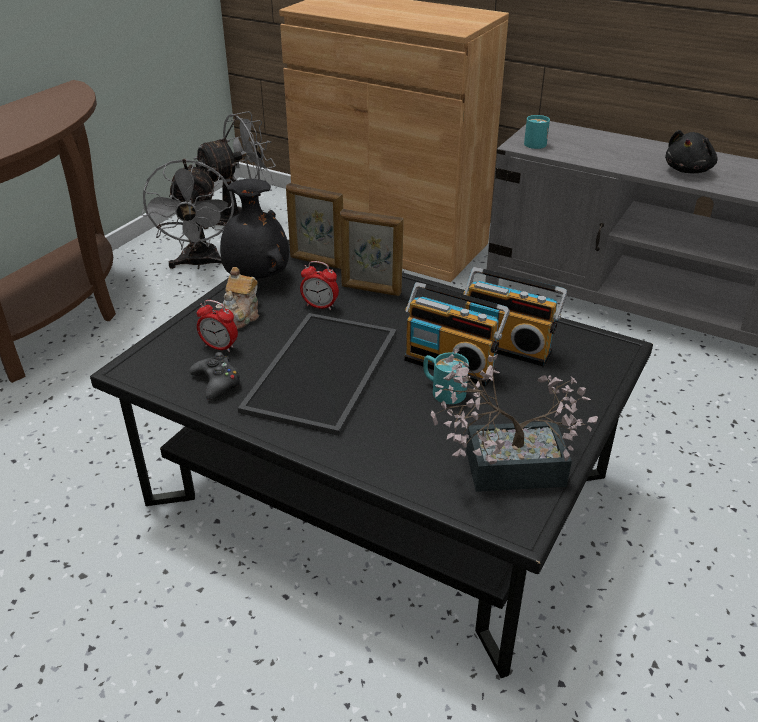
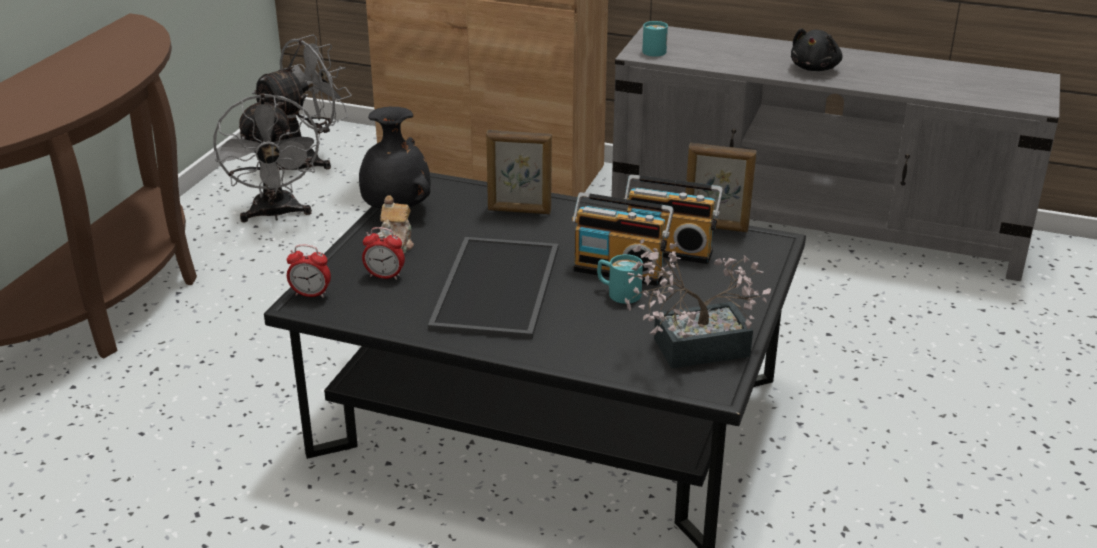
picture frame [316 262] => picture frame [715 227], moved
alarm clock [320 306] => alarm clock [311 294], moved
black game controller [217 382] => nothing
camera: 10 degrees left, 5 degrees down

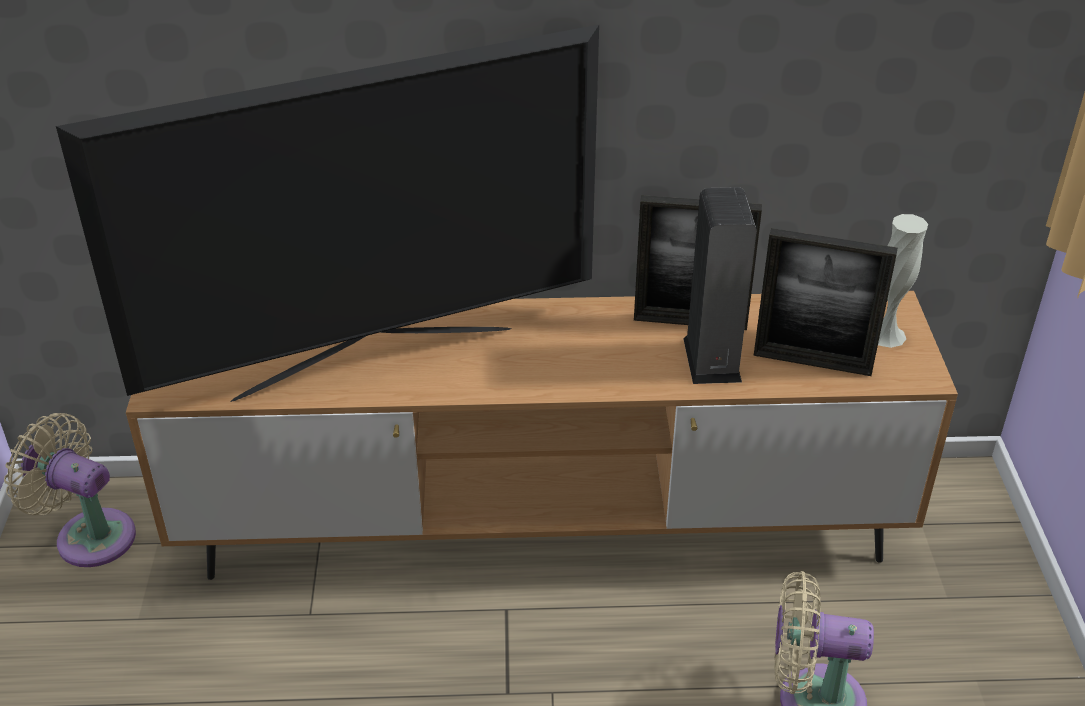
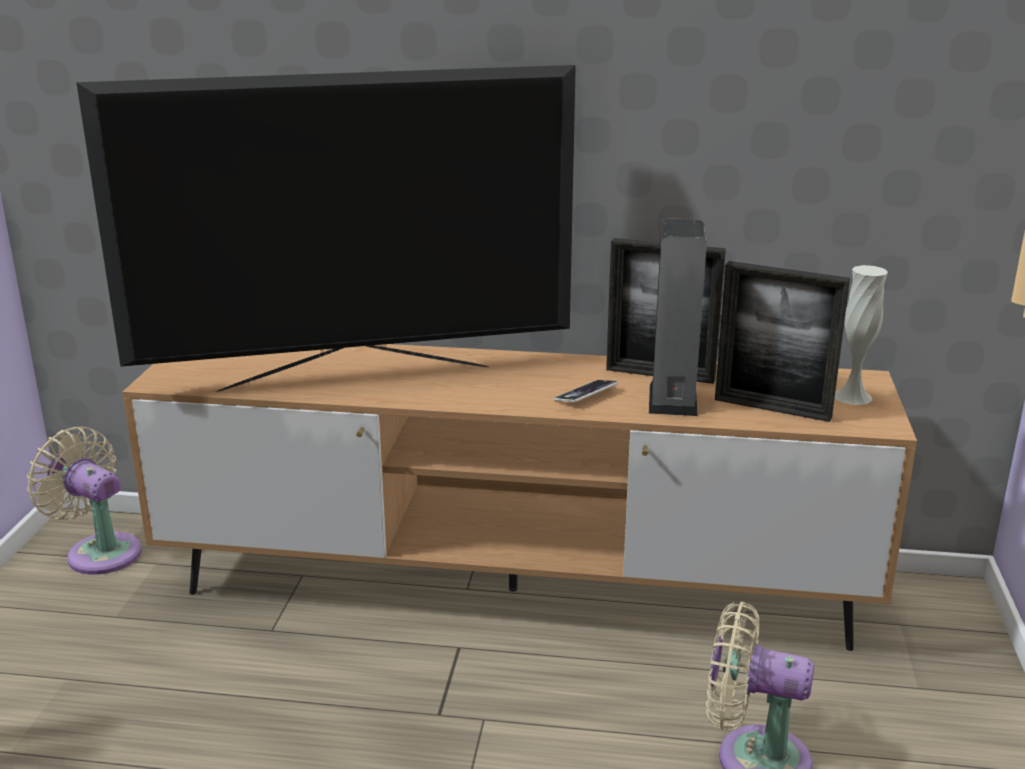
nothing => phone [586 395]
camera: 10 degrees right, 15 degrees down

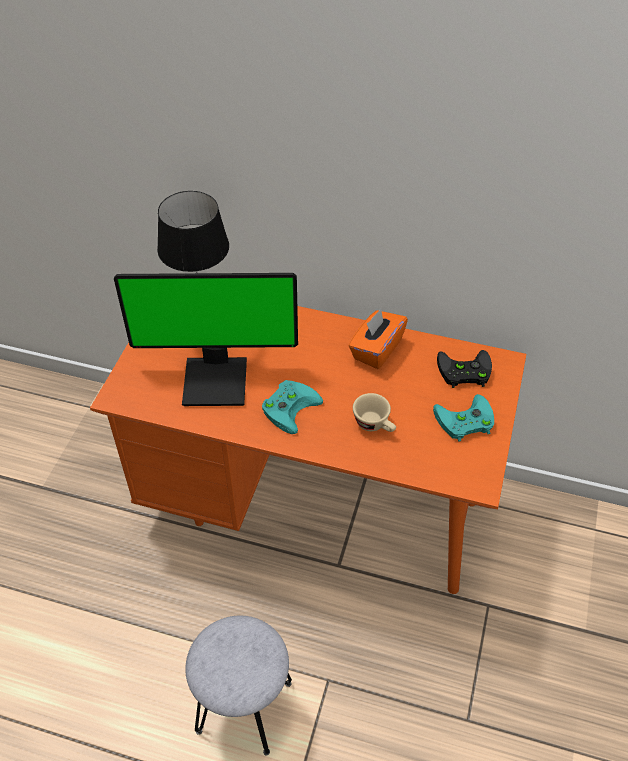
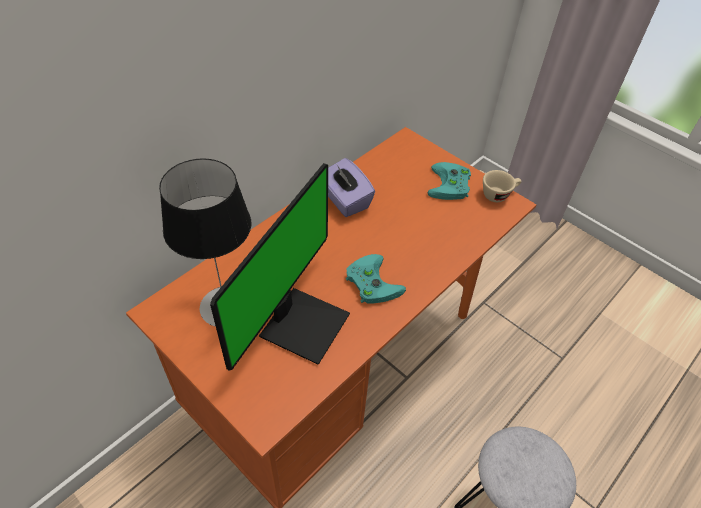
orange tissue box [376 350] => purple tissue box [345 200]
black game controller [463 372] => nothing
beige cup [375 425] => beige cup [498 194], moved
camera: 65 degrees left, 0 degrees up

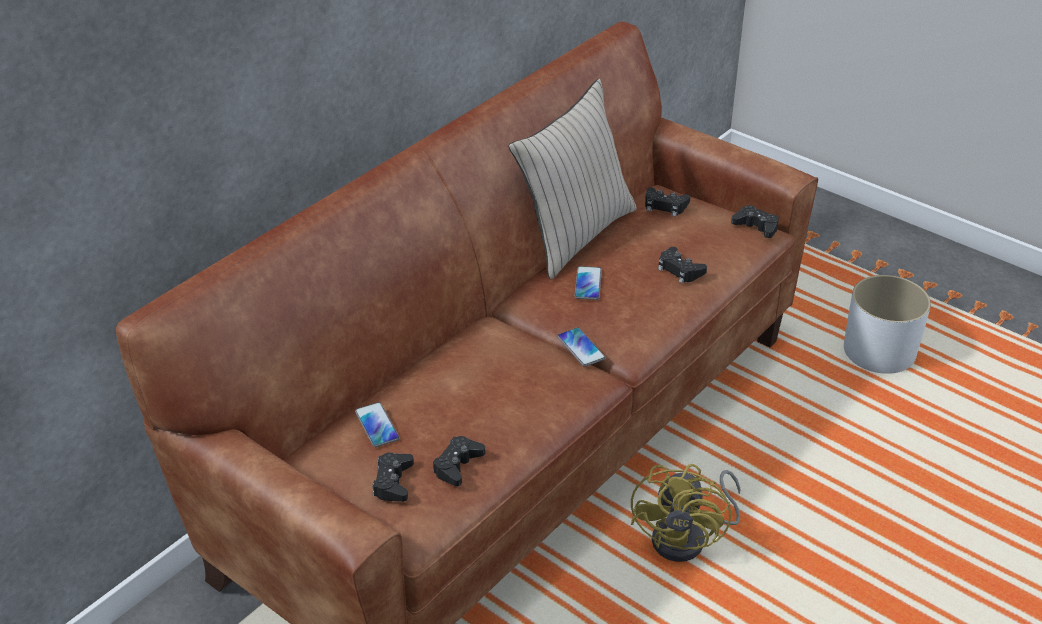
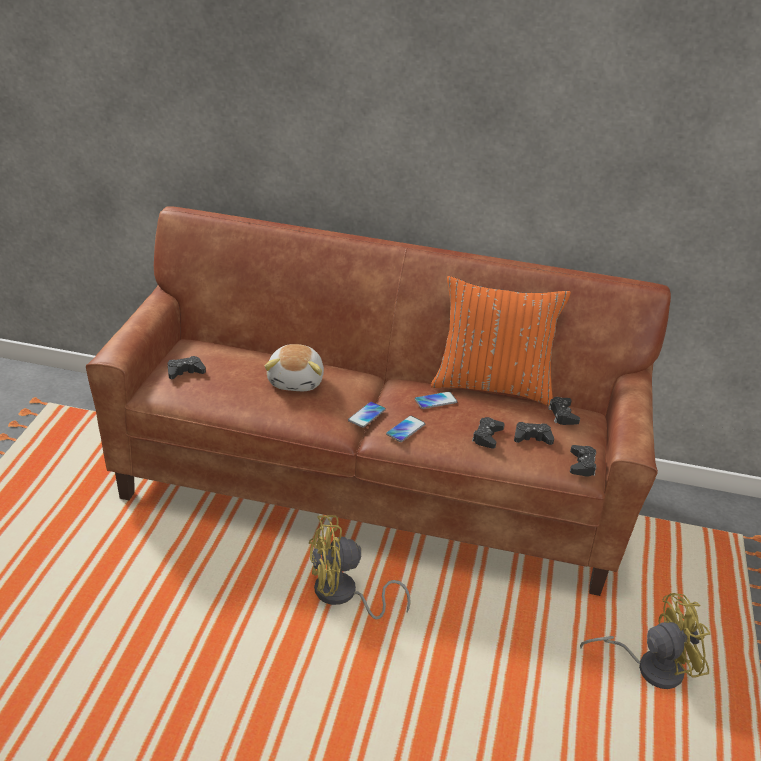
beige pillow [574 235] => orange pillow [492 386]
white planter [879 351] => yellow fan [650 667]
phone [377 425] => phone [405 429], moved
black game controller [457 465] => black game controller [532 438], moved
nothing => plush toy [296 381]
camera: 60 degrees right, 5 degrees down

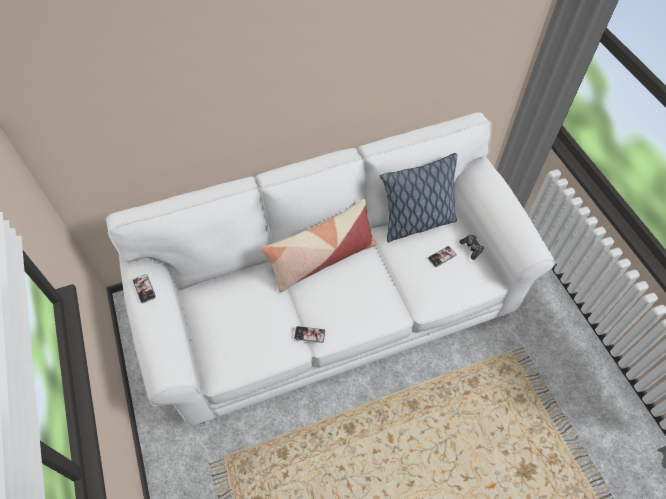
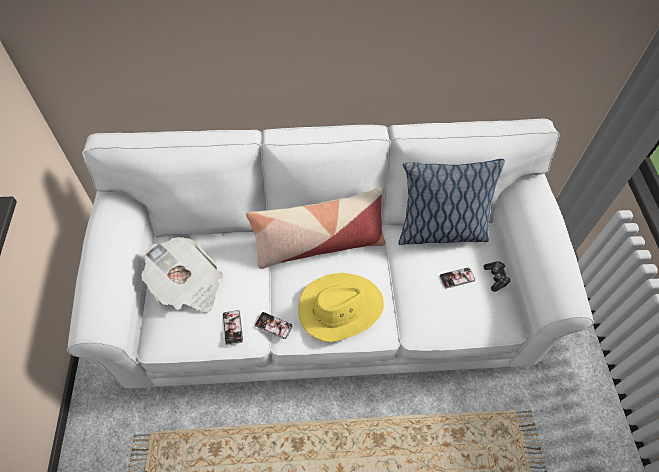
phone [144 289] => phone [232 327], moved
nothing => newspaper [188 286]
nothing => yellow hat [340 308]
camera: 15 degrees right, 0 degrees up

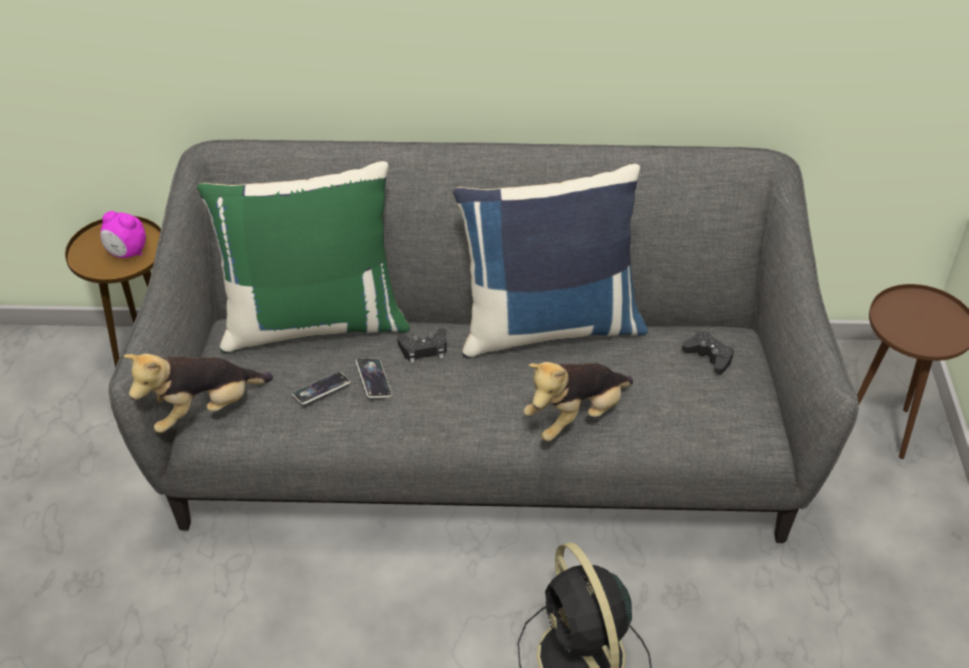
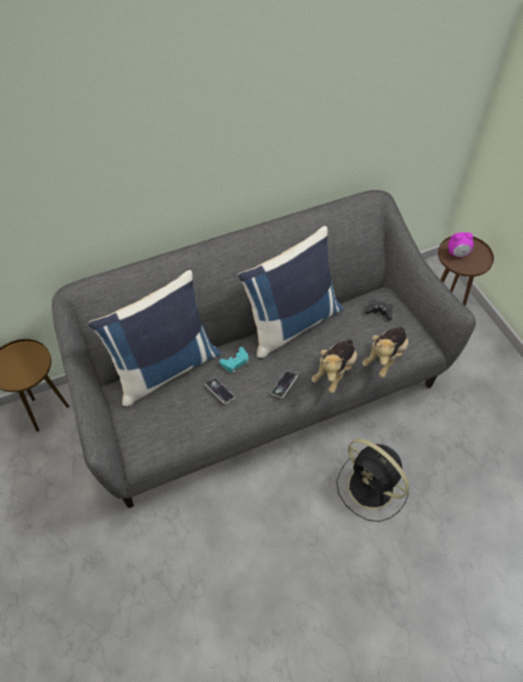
green pillow [314 321] => blue pillow [164 368]
alarm clock [127 253] => alarm clock [457 254], moved
black game controller [424 349] => turquoise game controller [235 362]
plush toy [204 410] => plush toy [385 357], moved
phone [321 390] => phone [284 385], moved
camera: 25 degrees left, 10 degrees up

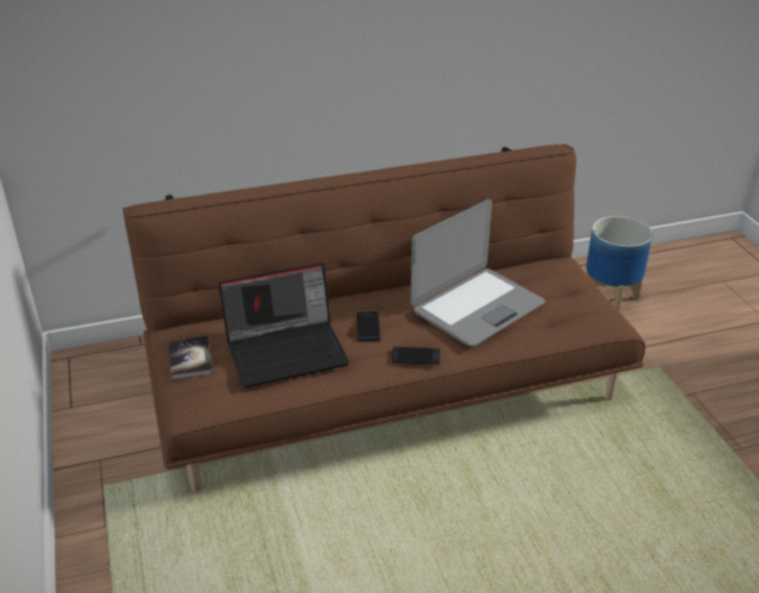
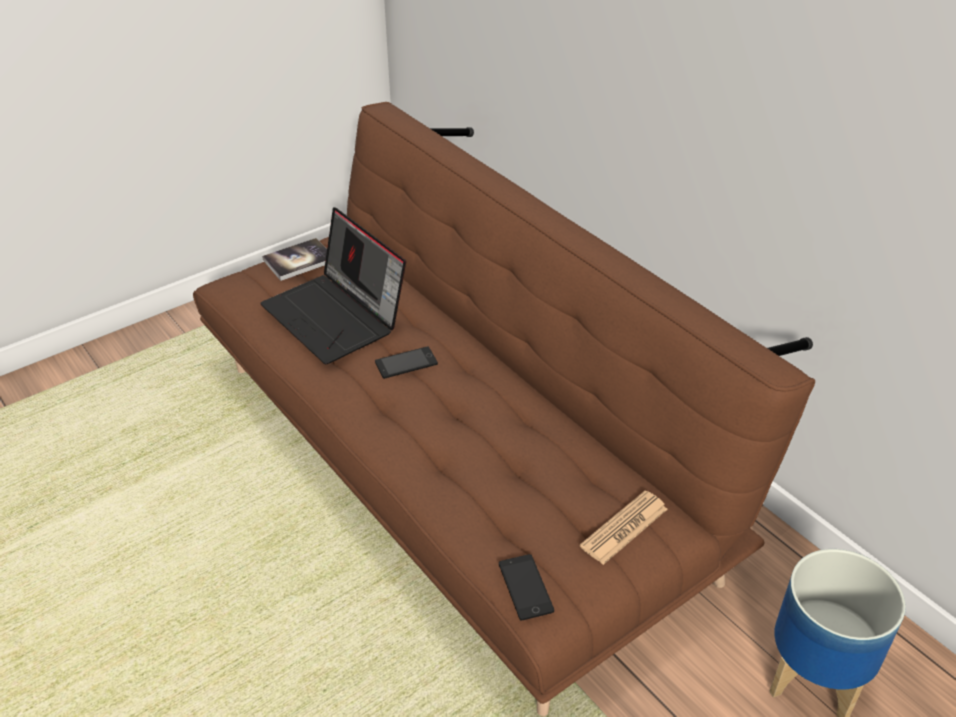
laptop [476 307] => nothing
phone [416 356] => phone [525 587], moved
nothing => newspaper [624 528]
camera: 70 degrees right, 5 degrees up

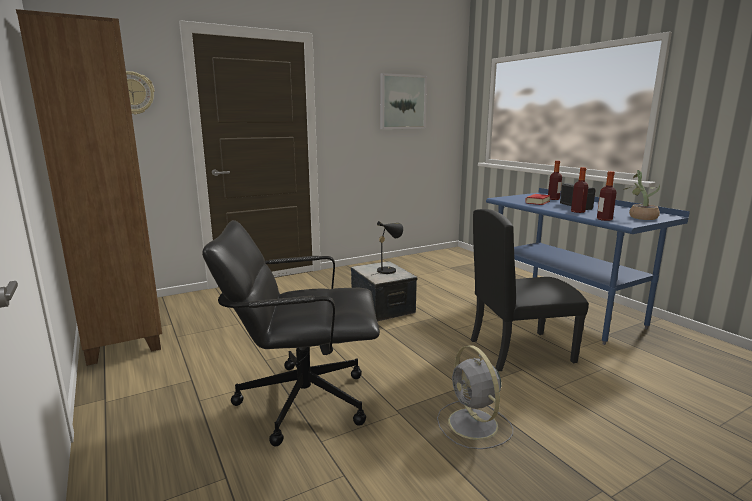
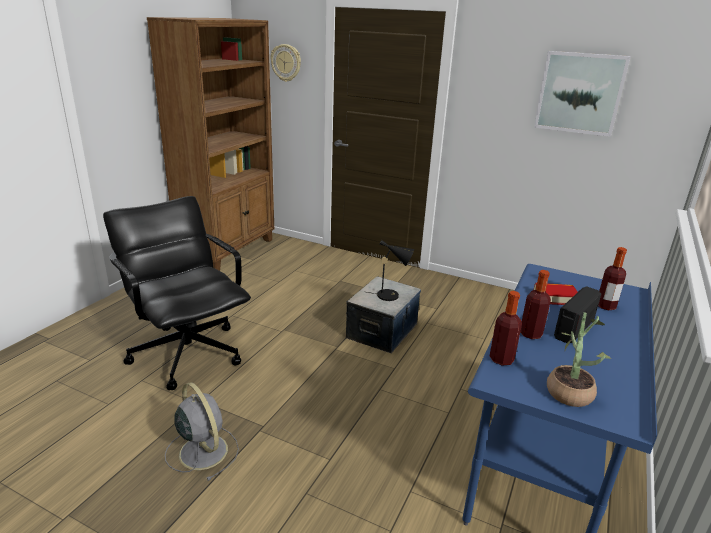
black chair [520 350] => nothing
grey fan [474 425] => grey fan [202 450], 105 degrees clockwise
camera: 55 degrees right, 10 degrees up

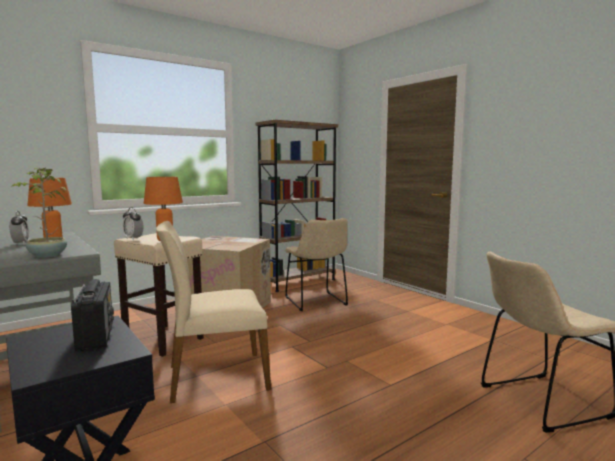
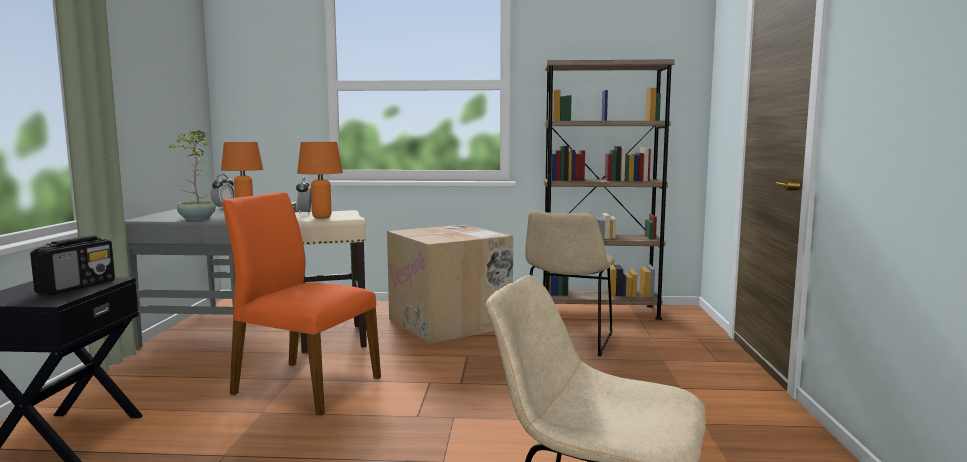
beige chair [216 376] => orange chair [304 385]
camera: 40 degrees right, 0 degrees up

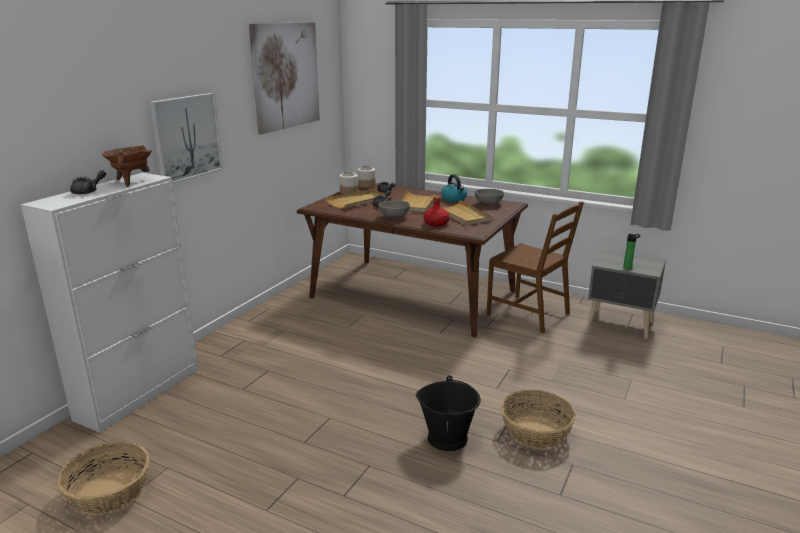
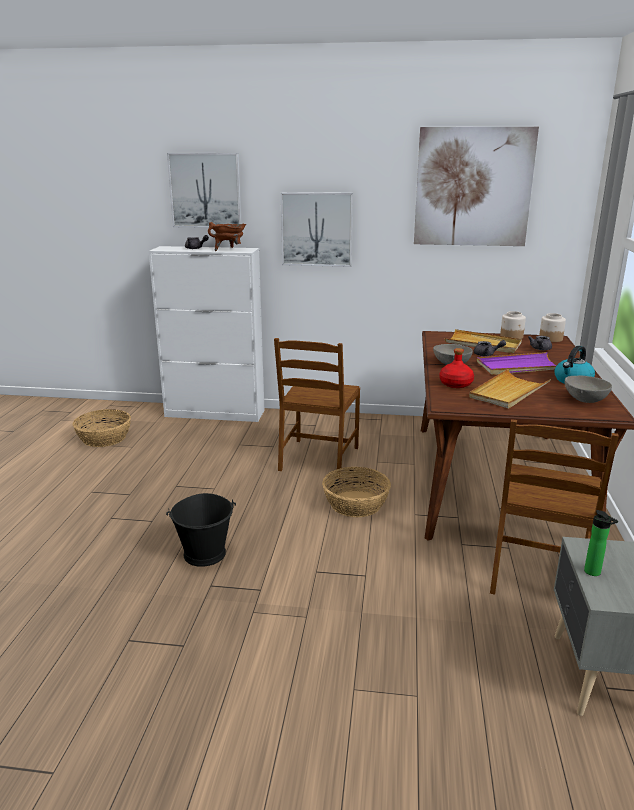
beige tray [417 203] => purple tray [519 367]
basket [536 431] => basket [356 504], moved
nothing => picture [205 190]
nothing => brown chair [318 459]
camera: 70 degrees right, 0 degrees up

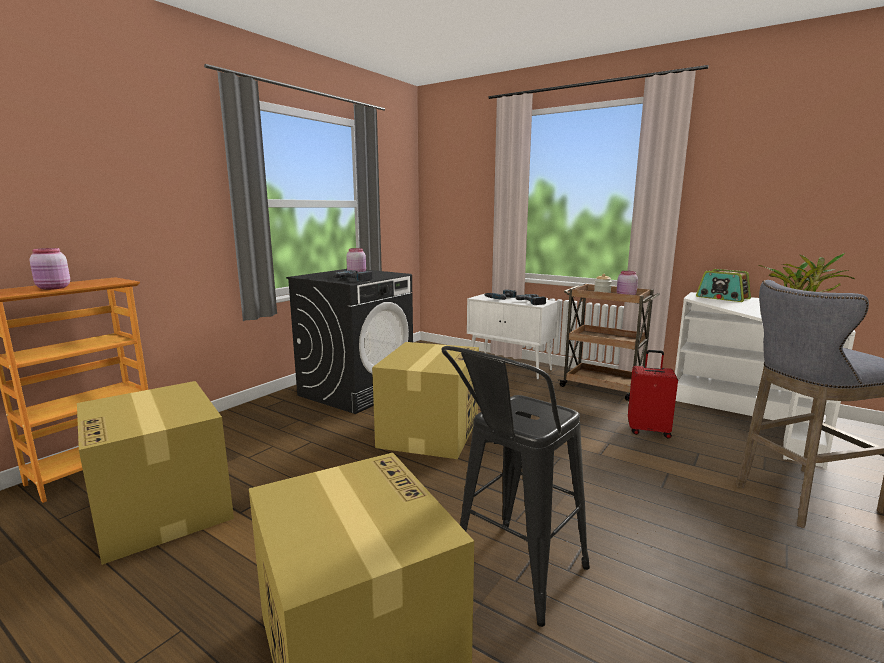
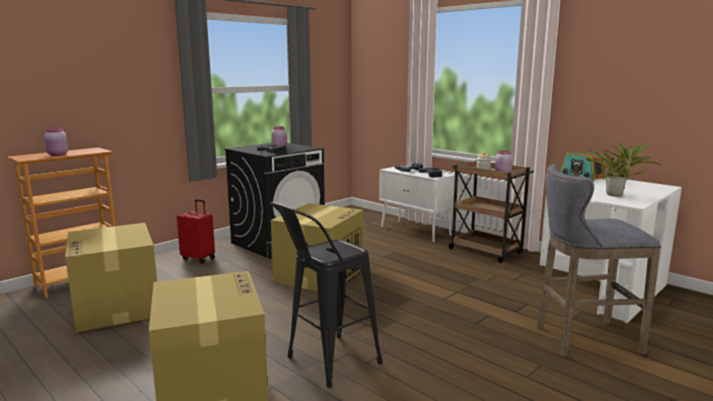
red suitcase [648 430] => red suitcase [199 258], moved
camera: 10 degrees right, 0 degrees up

